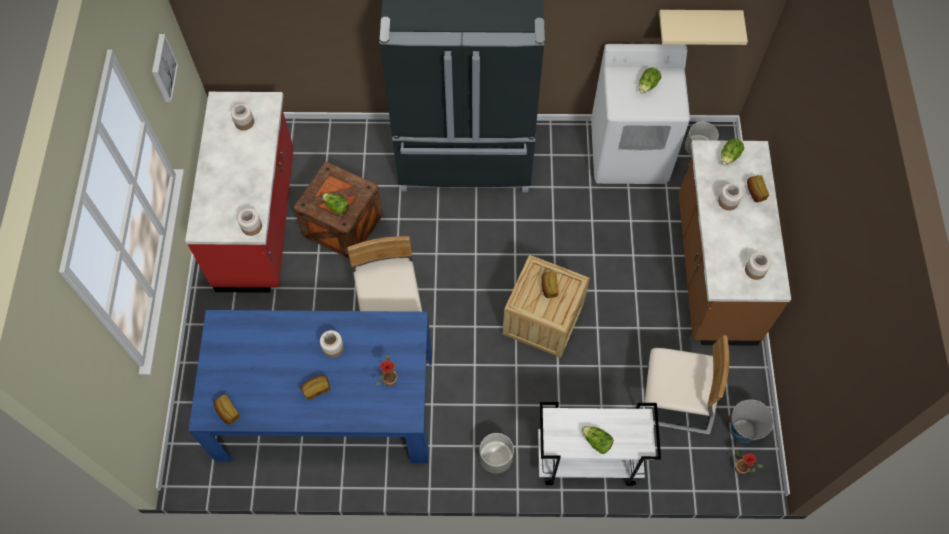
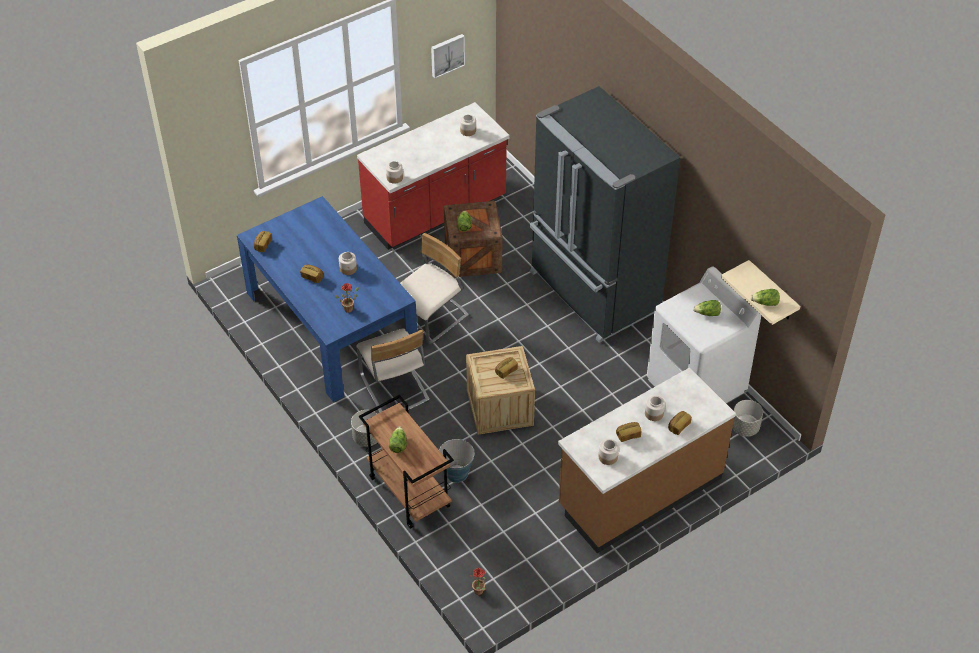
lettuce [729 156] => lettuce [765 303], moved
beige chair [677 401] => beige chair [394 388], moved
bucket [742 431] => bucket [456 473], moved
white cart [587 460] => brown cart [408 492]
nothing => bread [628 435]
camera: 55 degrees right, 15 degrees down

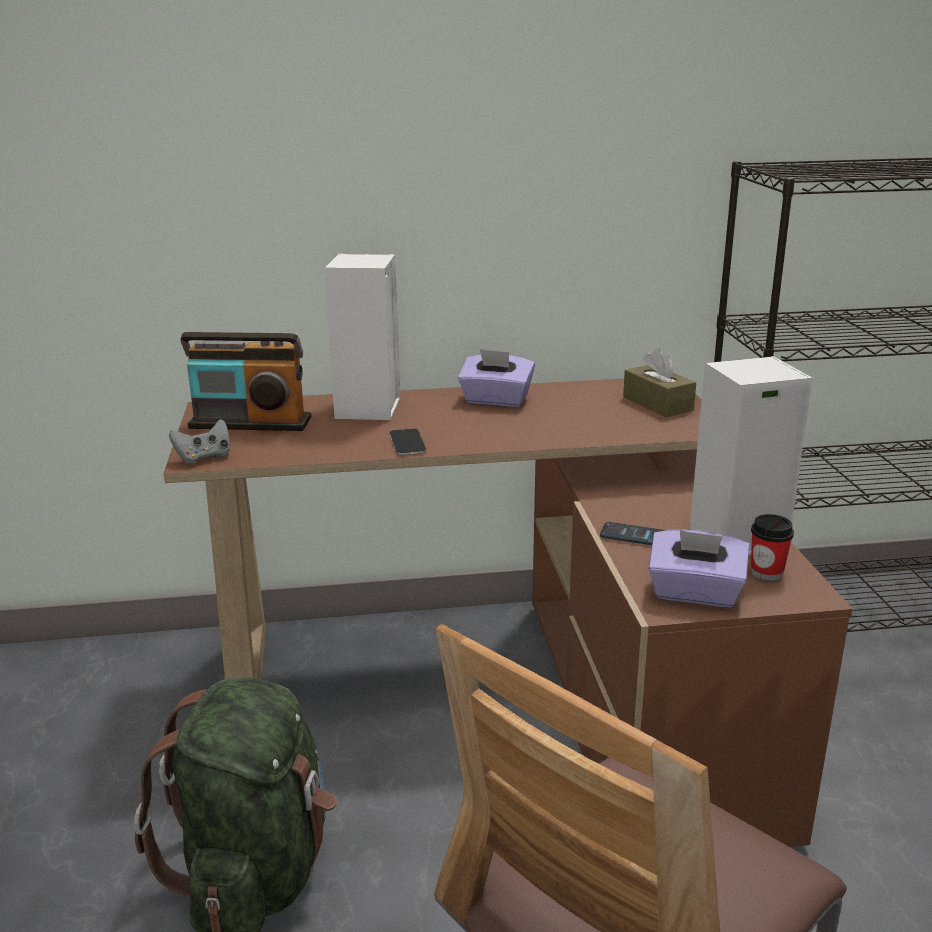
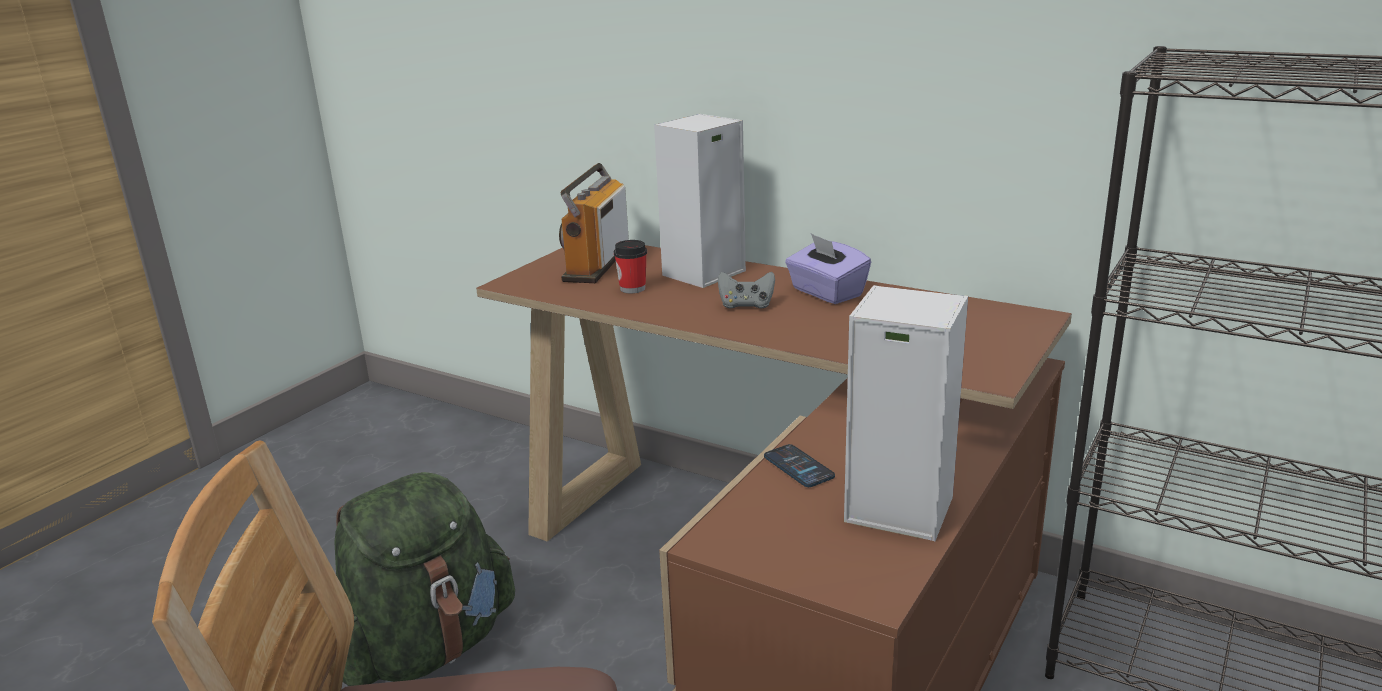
radio [250 423] => radio [596 263], 60 degrees clockwise
brown tissue box [657 403] => nothing
grey game controller [204 458] => grey game controller [746 305], moved
phone [407 443] => nothing
cup [766 573] => cup [632 288], moved
purple tissue box [695 593] => nothing
camera: 40 degrees right, 0 degrees up

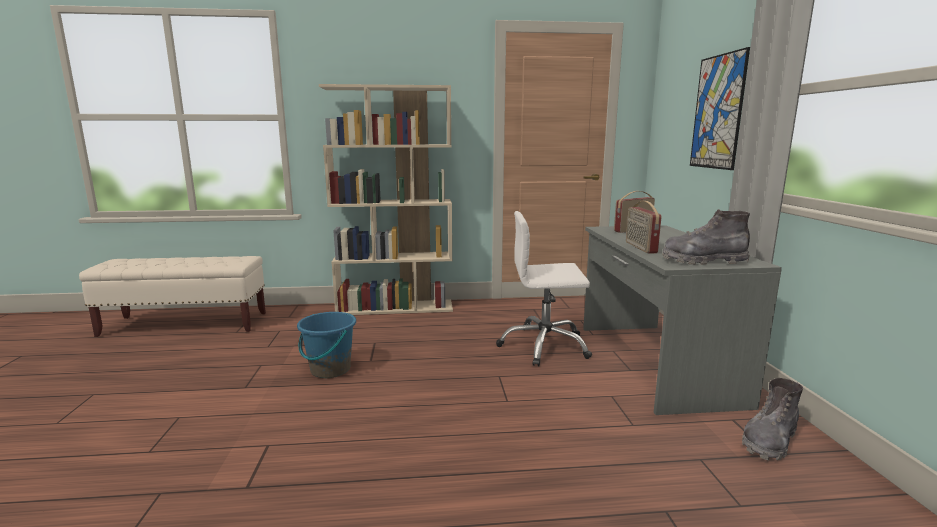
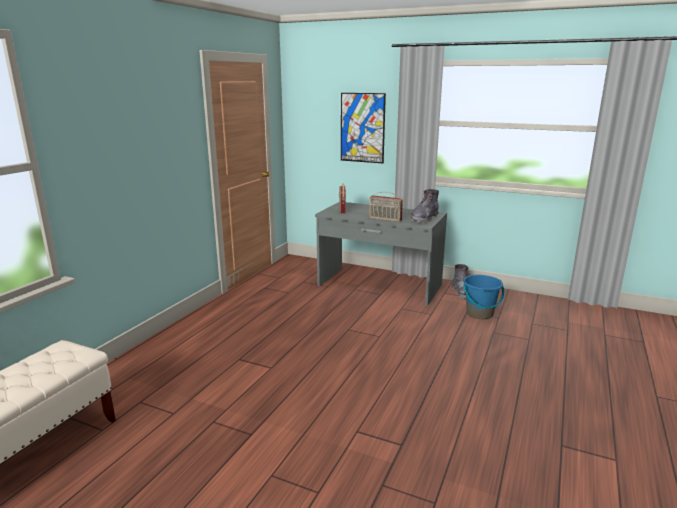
beige bookcase [396 307] => nothing
white office chair [544 346] => nothing
blue bucket [330 370] => blue bucket [479 313], moved
camera: 60 degrees left, 5 degrees up

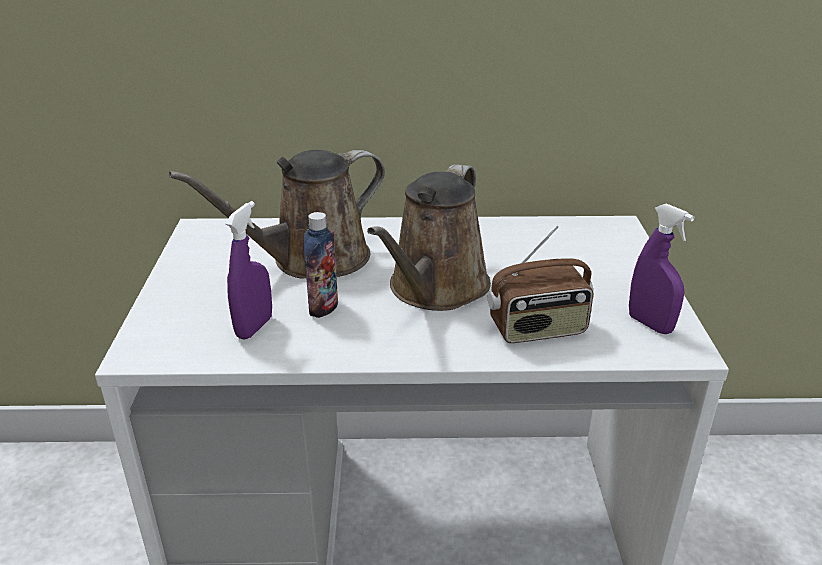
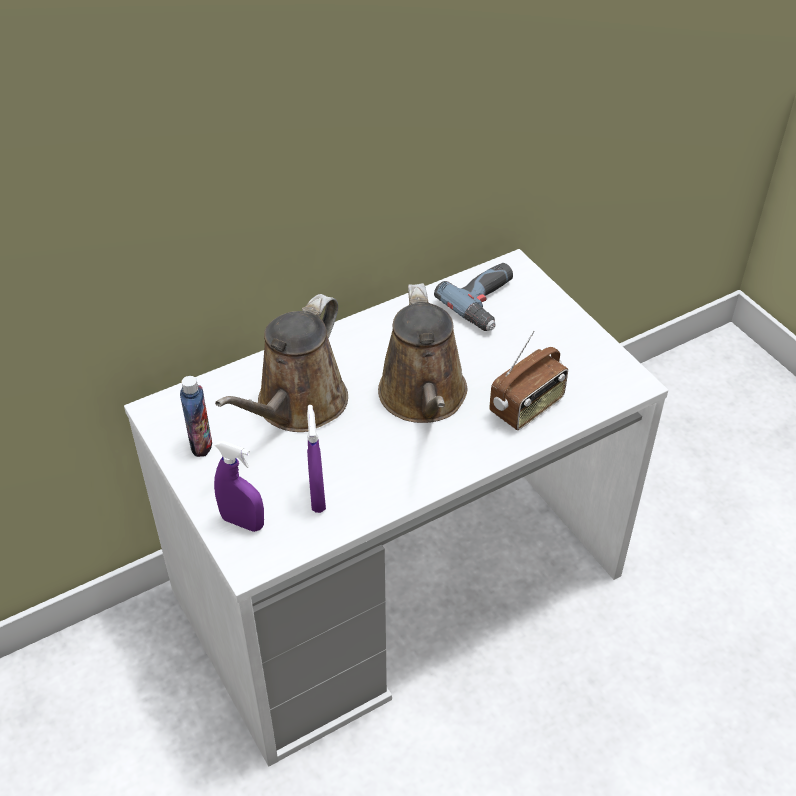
purple spray bottle [650 324] => purple spray bottle [242 522], moved
bottle [323 307] => bottle [201 444], moved
nothing => power drill [487 303]
camera: 30 degrees left, 15 degrees up

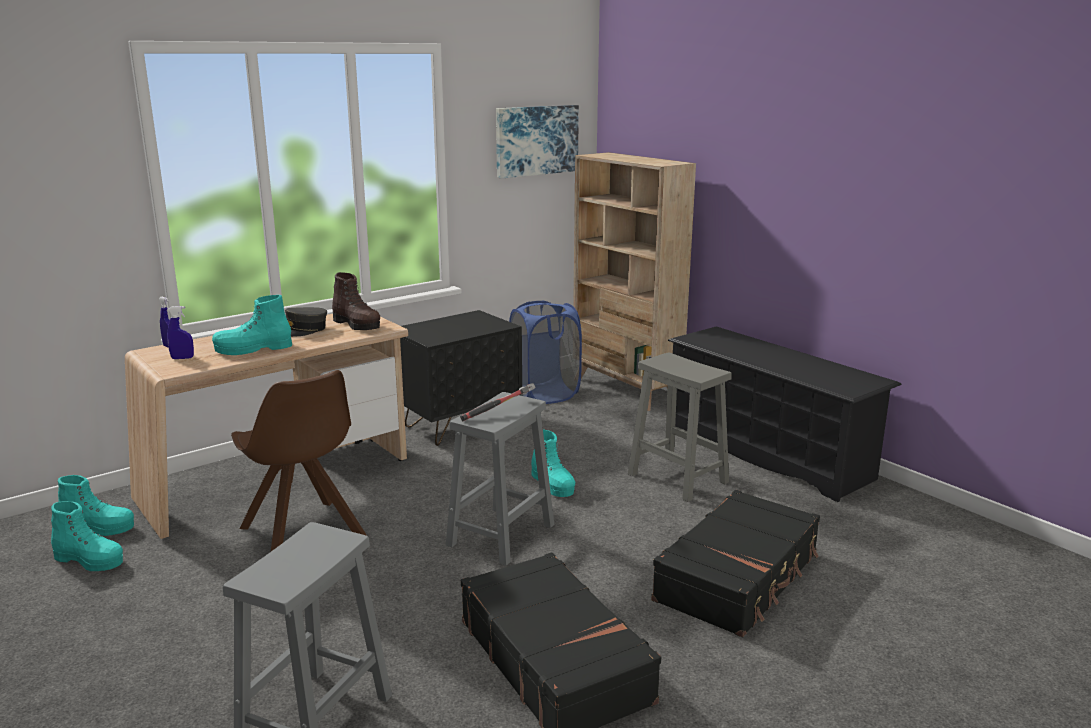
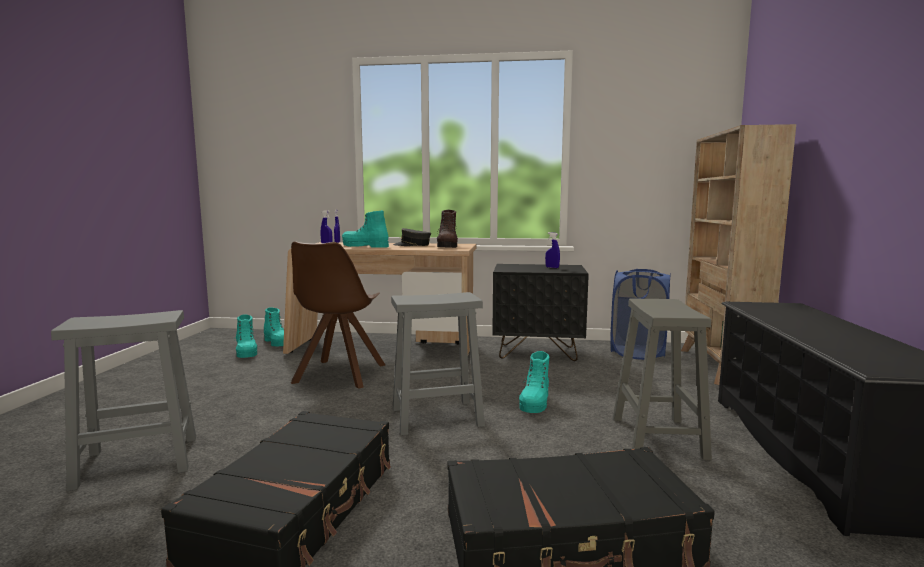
picture [536 140] => nothing
hammer [501 411] => nothing
nothing => blue spray bottle [552 267]
camera: 45 degrees right, 10 degrees down

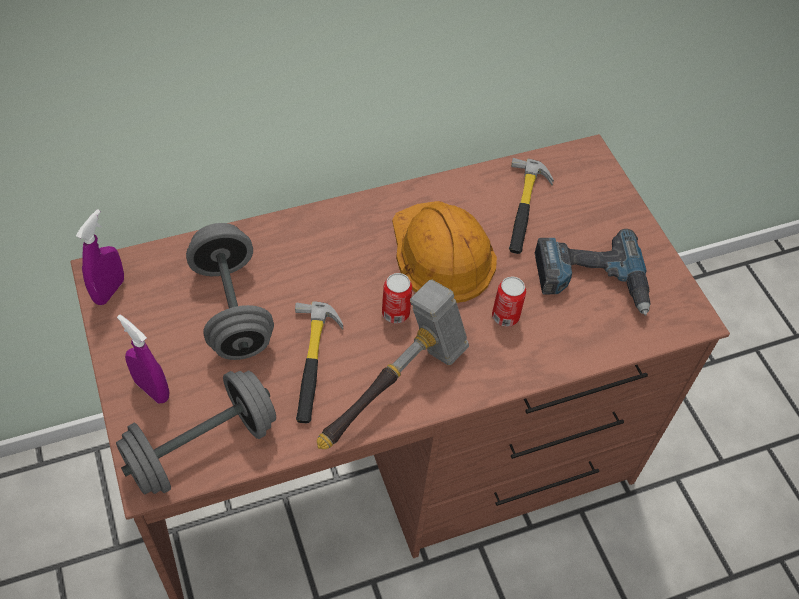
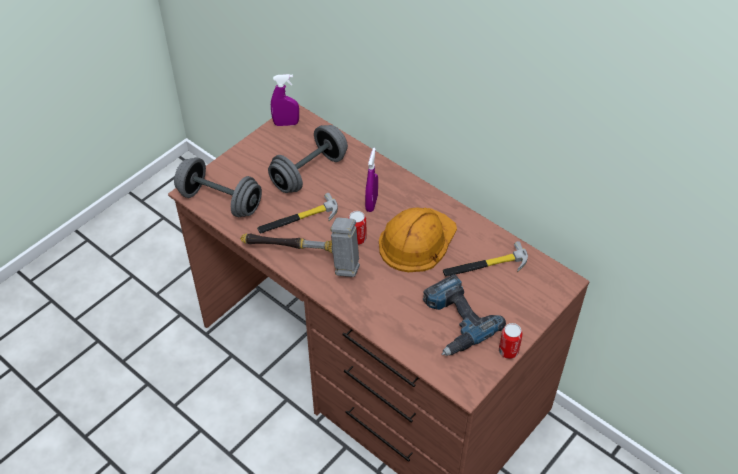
can [505 316] => can [508 351], moved
purple spray bottle [152 389] => purple spray bottle [371 203], moved
camera: 65 degrees right, 5 degrees down

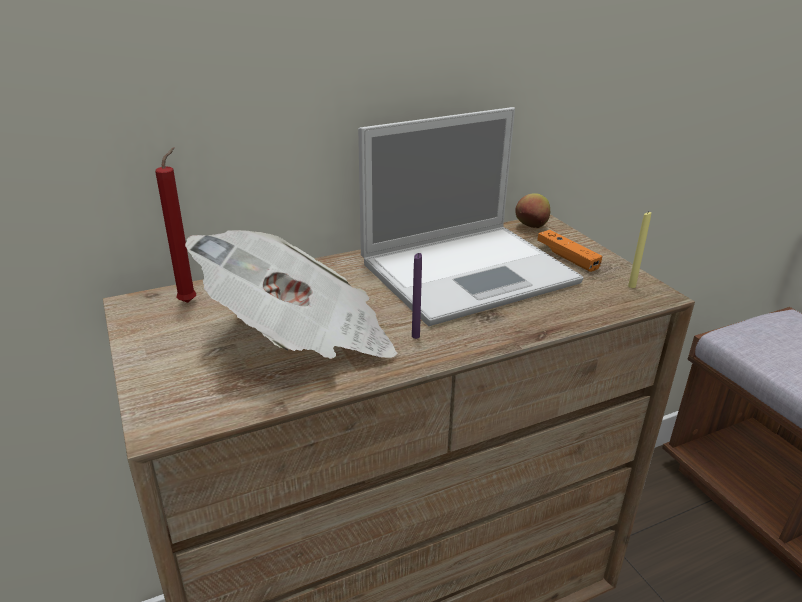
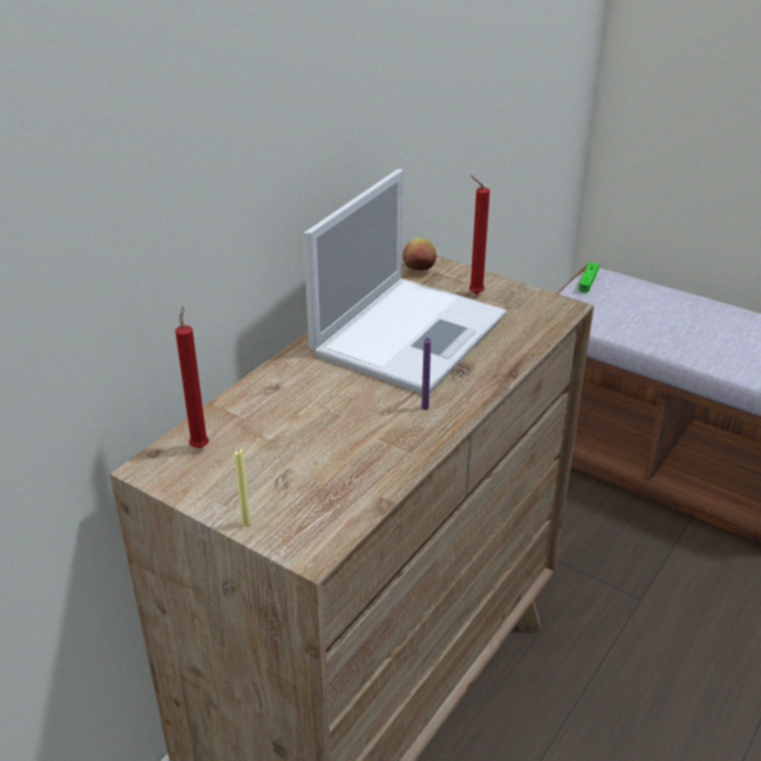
yellow candle [631 286] => yellow candle [246 523], moved
newspaper [302 339] => nothing
orange game controller [567 257] => red candle [473 293]
nothing => green game controller [588 282]
camera: 30 degrees left, 5 degrees up

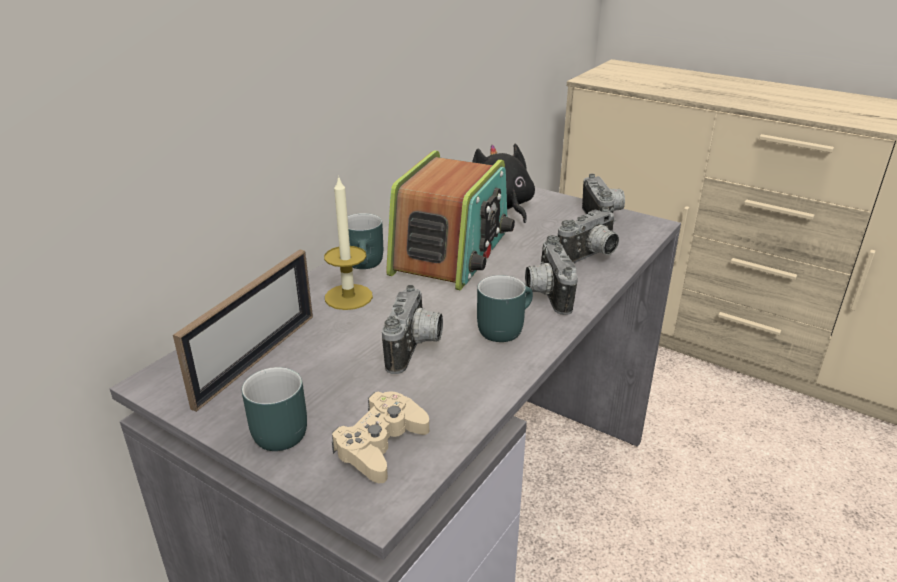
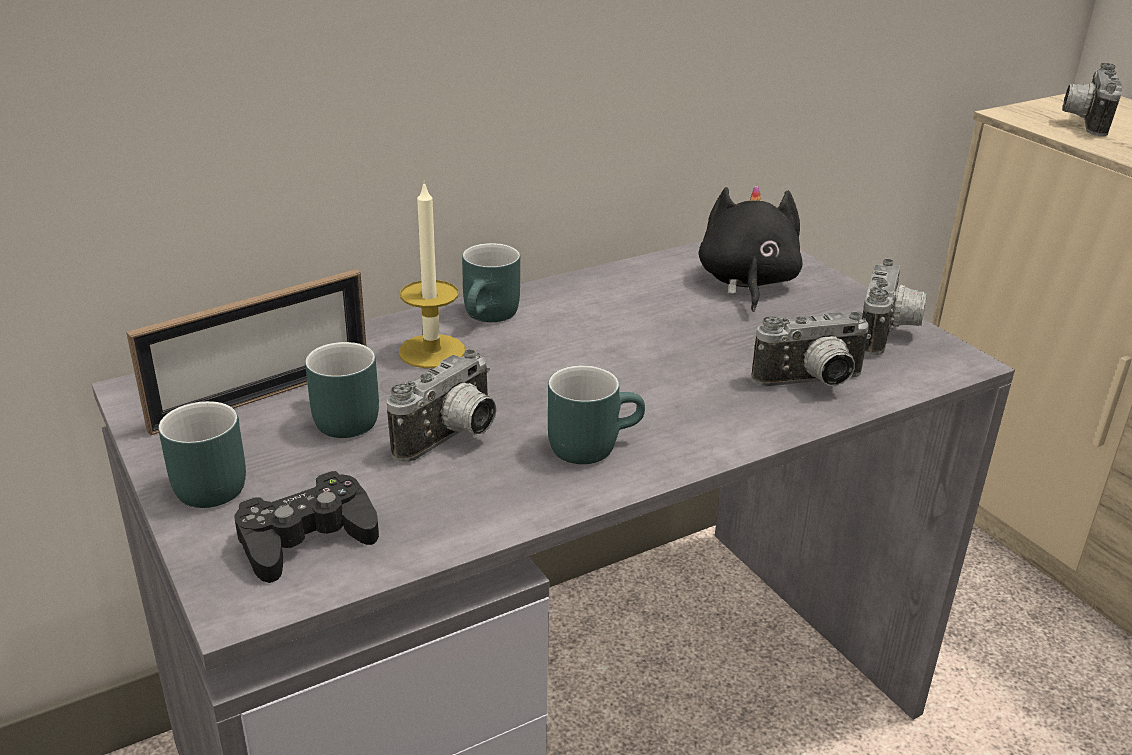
radio [451 252] => nothing
photo camera [545 294] => photo camera [1083 122], moved
beige game controller [380 444] => black game controller [306 538]
nothing => turquoise mug [336 420]
camera: 25 degrees right, 0 degrees up

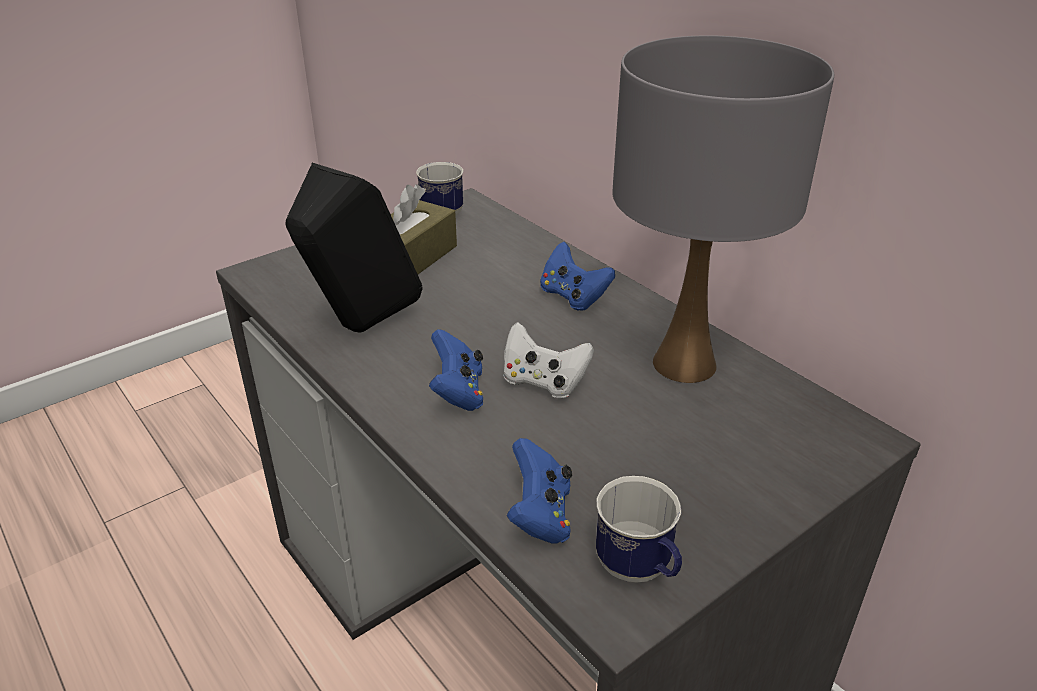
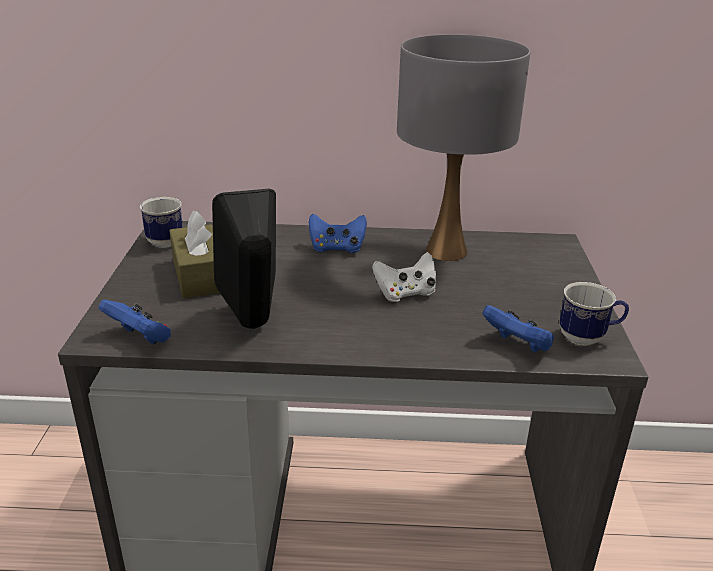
blue game controller [458 392] => blue game controller [140 338], moved
camera: 50 degrees left, 5 degrees down

